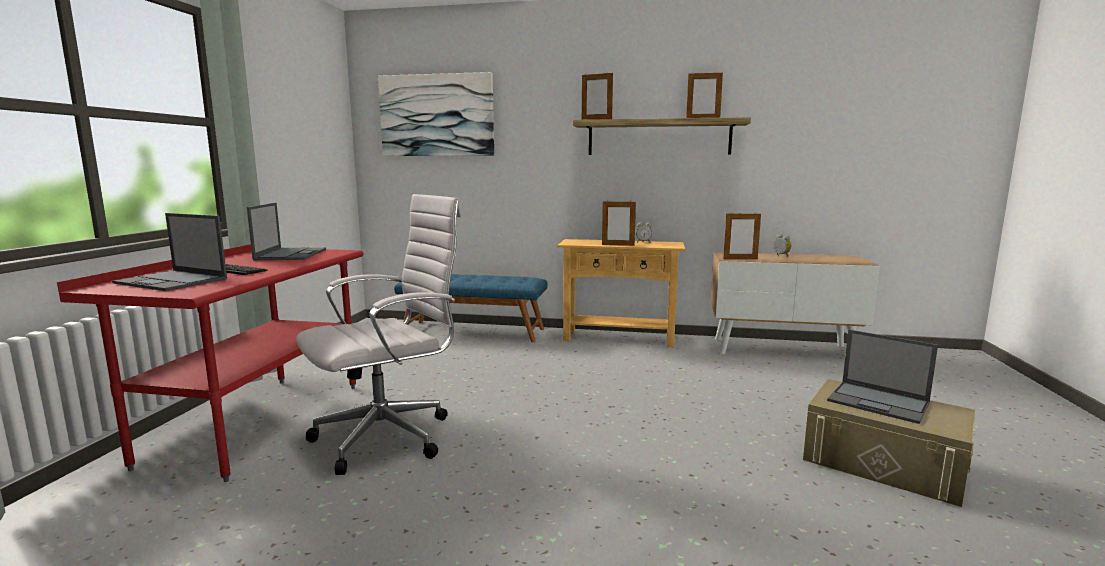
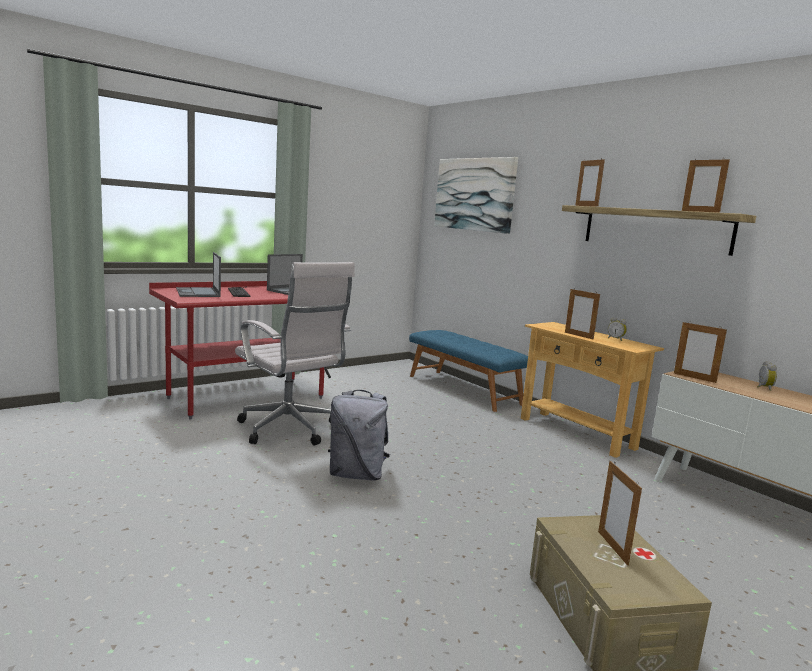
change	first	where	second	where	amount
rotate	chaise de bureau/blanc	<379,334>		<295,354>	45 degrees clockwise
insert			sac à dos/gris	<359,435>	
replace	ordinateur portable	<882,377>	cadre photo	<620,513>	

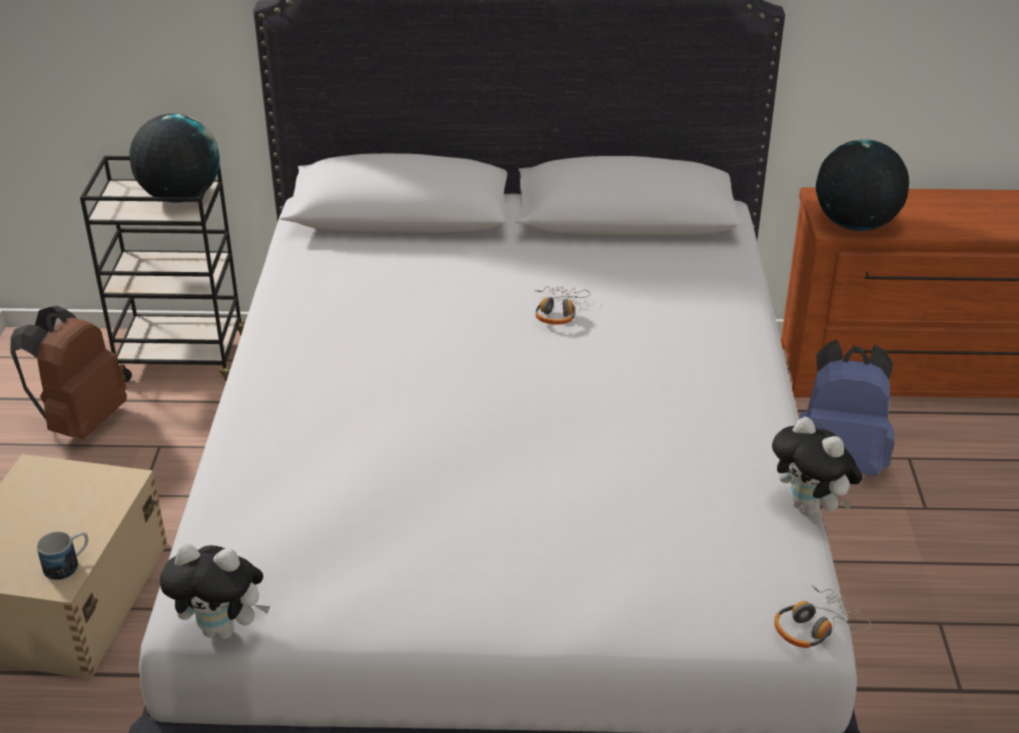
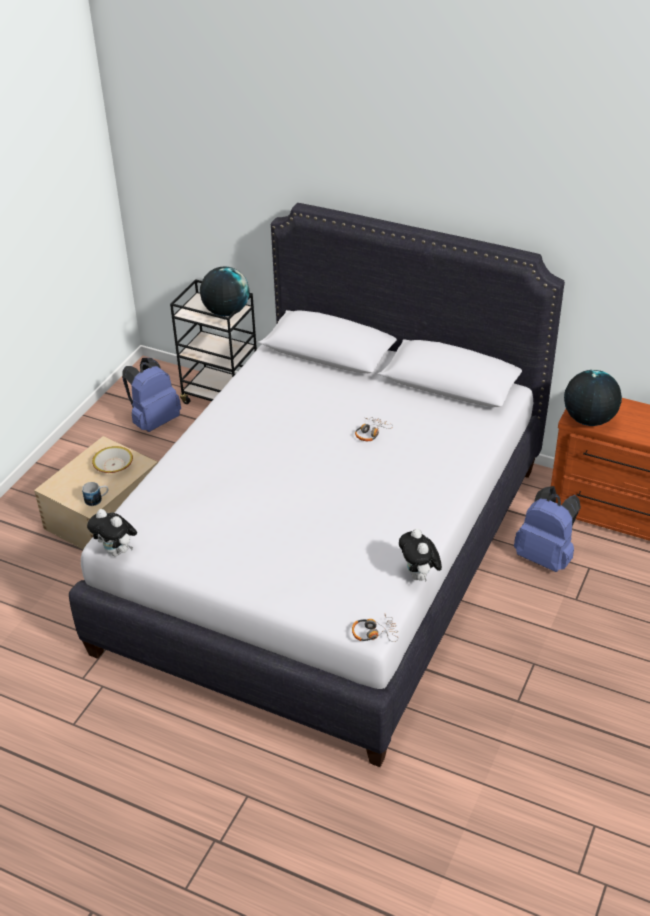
change	first	where	second	where	amount
insert			bol	<112,459>	
recolor	sac à dos/marron	<68,372>	sac à dos/bleu	<151,395>	

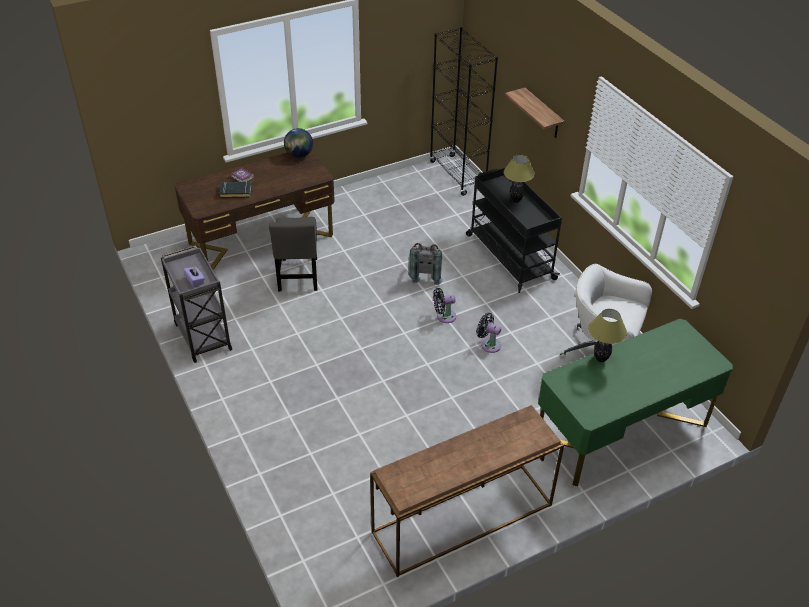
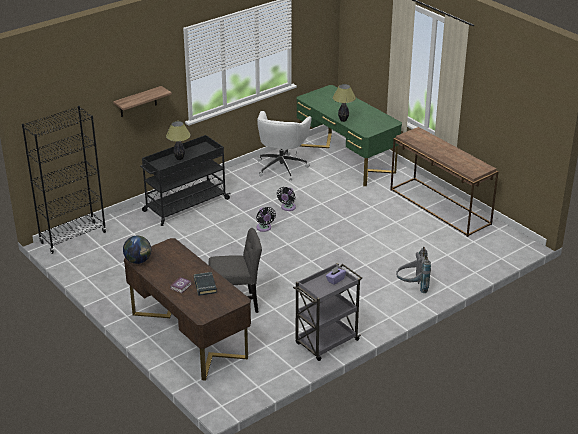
change	first	where	second	where	amount
move	sac à dos/gris	<426,264>		<413,270>	

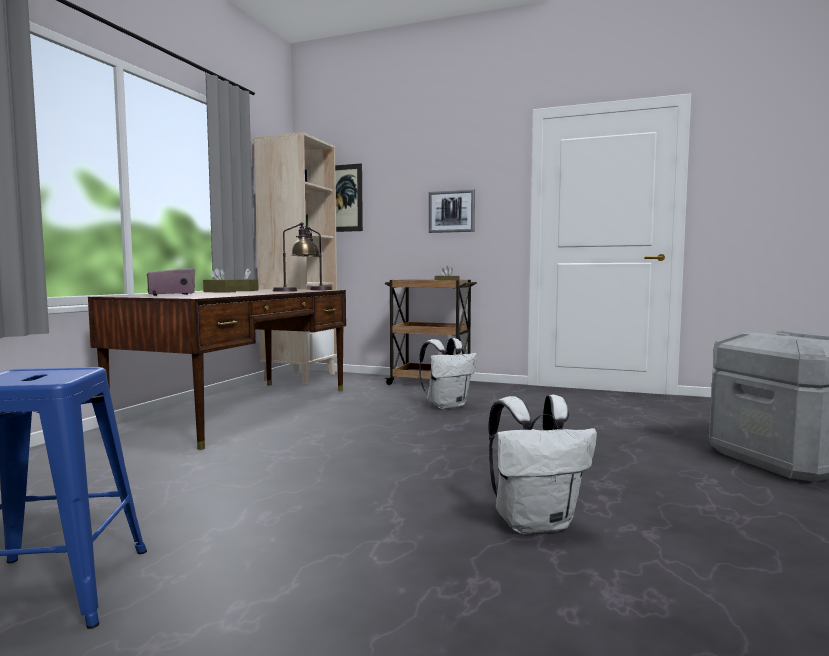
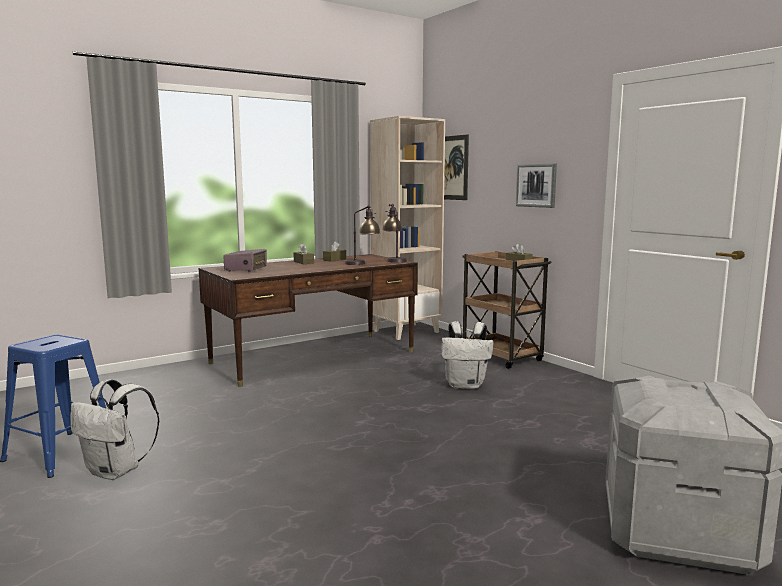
change	first	where	second	where	amount
move	sac à dos/blanc	<542,464>		<114,429>	

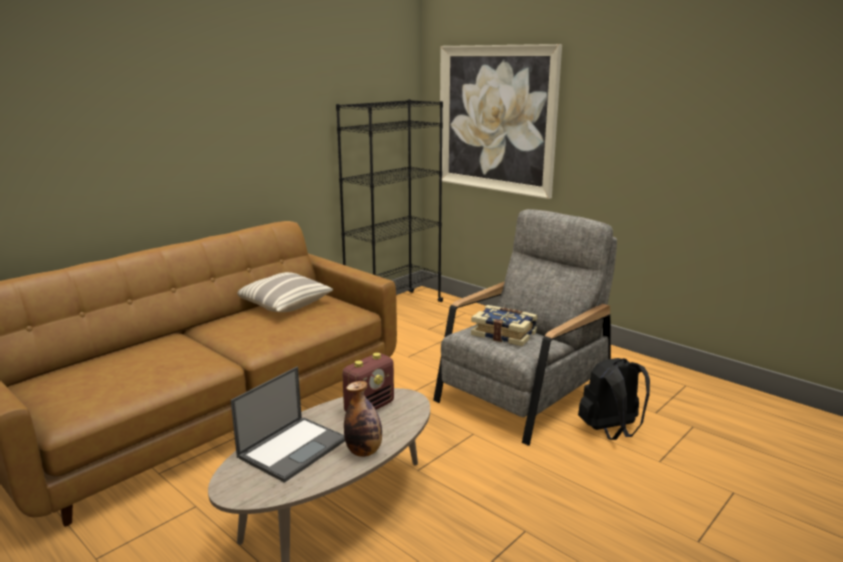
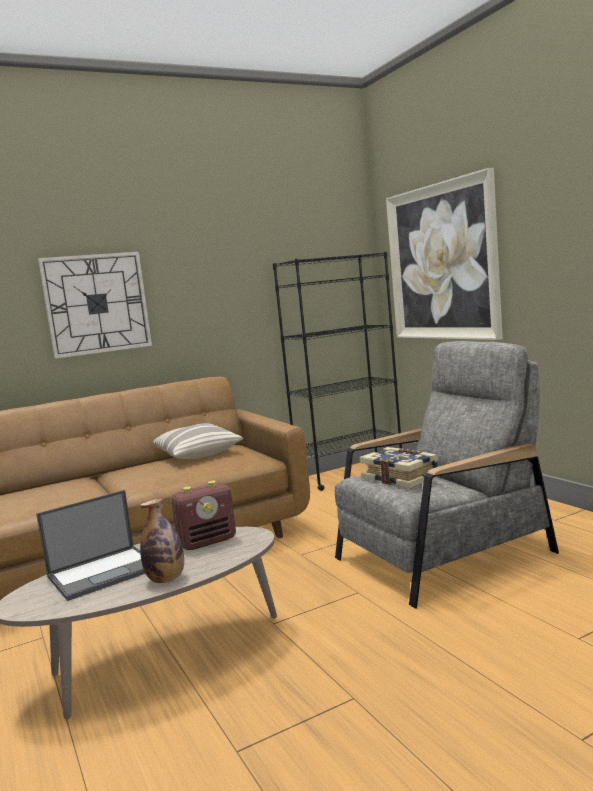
change	first	where	second	where	amount
insert			horloge murale	<95,305>	
delete	sac à dos/noir	<614,399>			

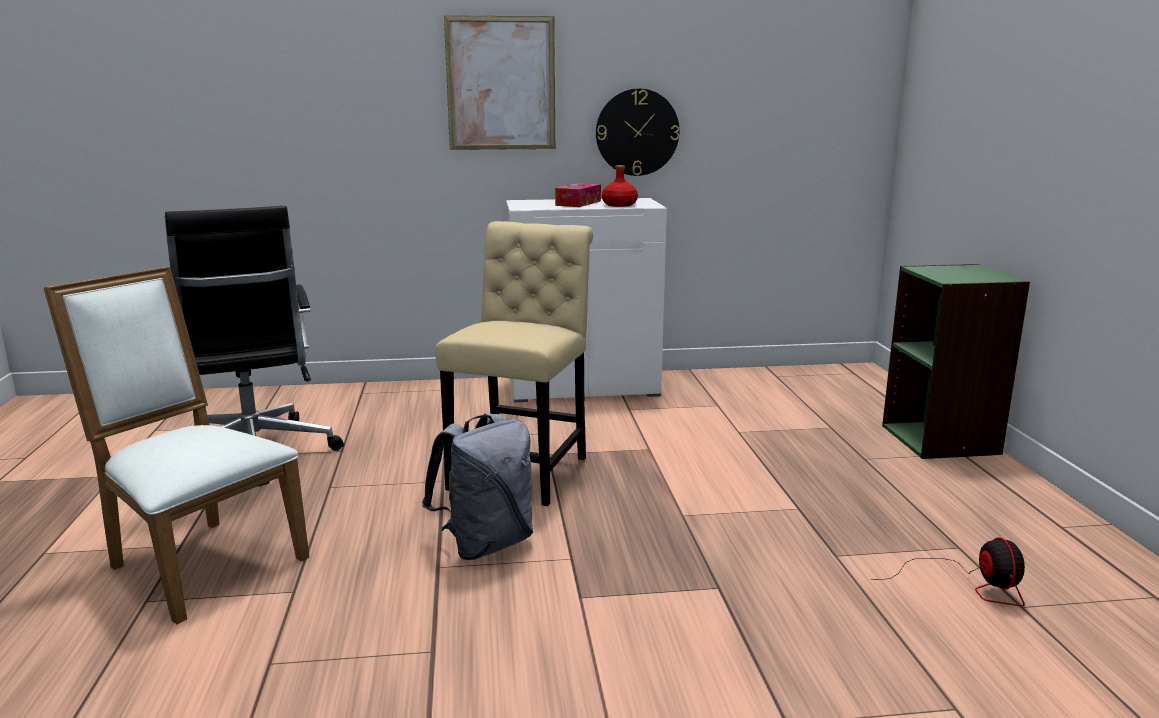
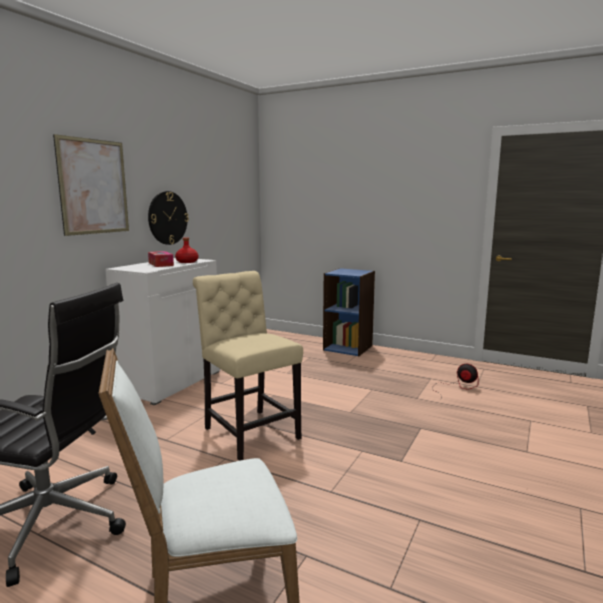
change	first	where	second	where	amount
recolor	bibliothèque/vert	<956,361>	bibliothèque/bleu	<349,312>	
delete	sac à dos/gris	<477,486>			

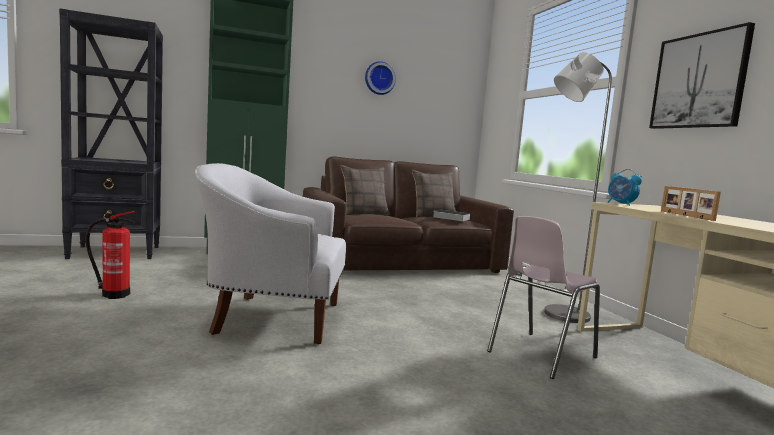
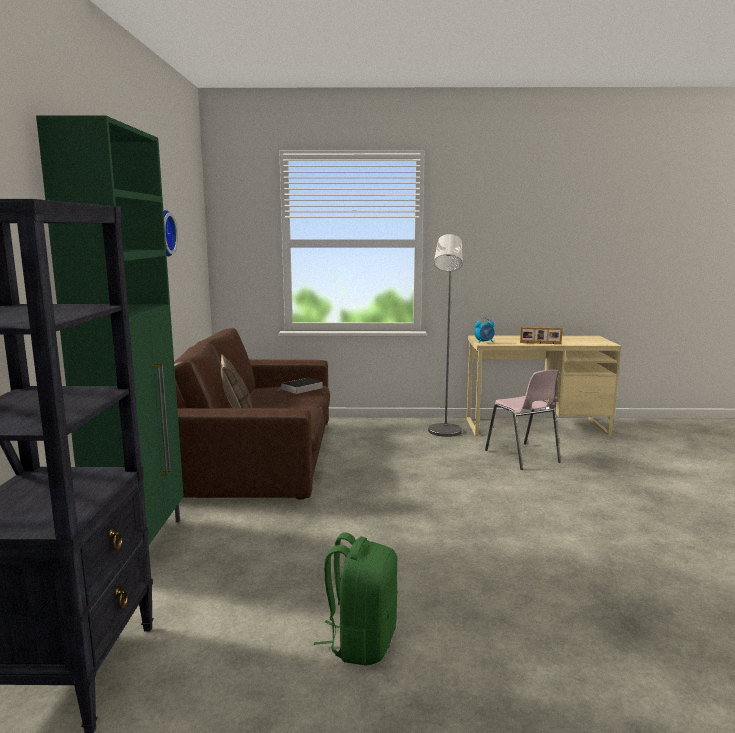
change	first	where	second	where	amount
replace	extincteur	<110,255>	sac à dos/vert	<356,599>	
delete	fauteuil/blanc	<270,253>			
delete	coussin	<434,193>			
delete	tableau	<702,75>			

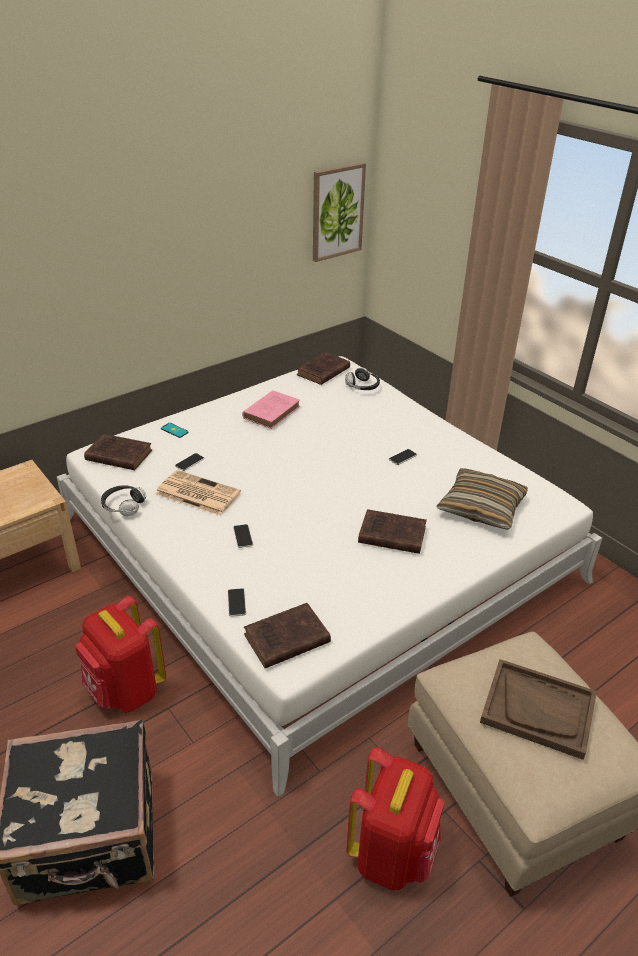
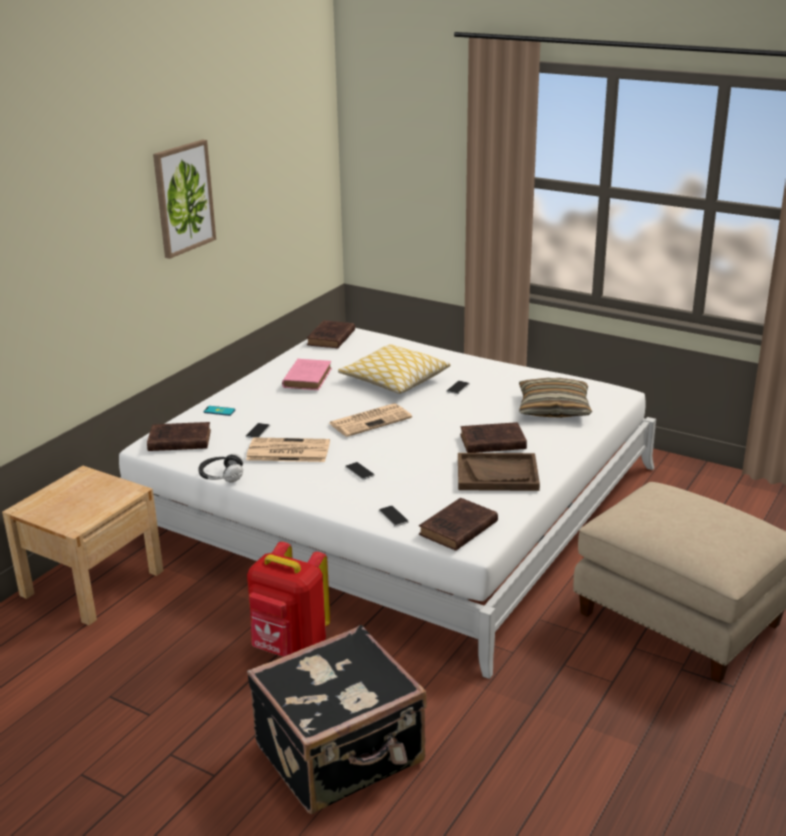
change	first	where	second	where	amount
move	tableau	<339,212>		<184,199>	
insert			journal	<370,420>	
insert			coussin	<394,369>	
move	plateau/marron	<538,709>		<499,472>	
delete	casque audio	<362,379>			
delete	sac à dos/rouge	<395,818>			

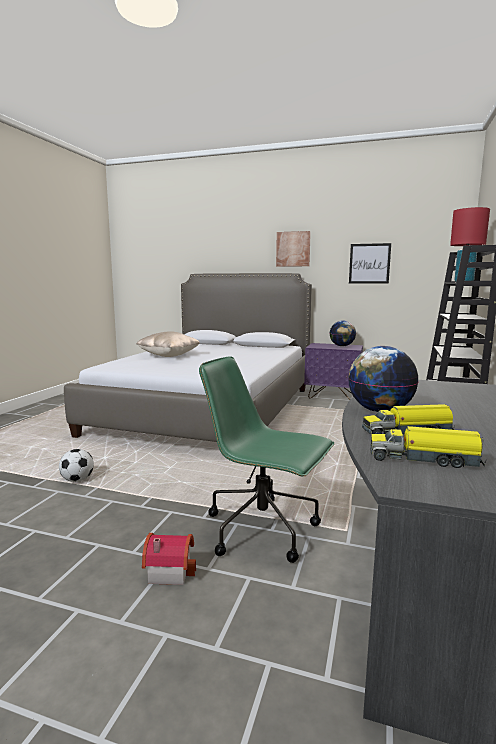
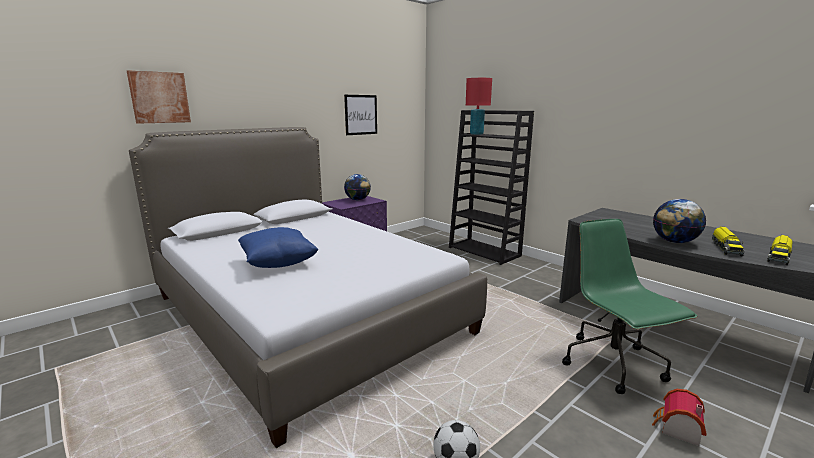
change	first	where	second	where	amount
move	tableau	<293,249>		<159,97>	
recolor	coussin/beige	<168,344>	coussin/bleu	<278,247>	
rotate	chaise de bureau/vert	<266,459>		<629,306>	105 degrees clockwise

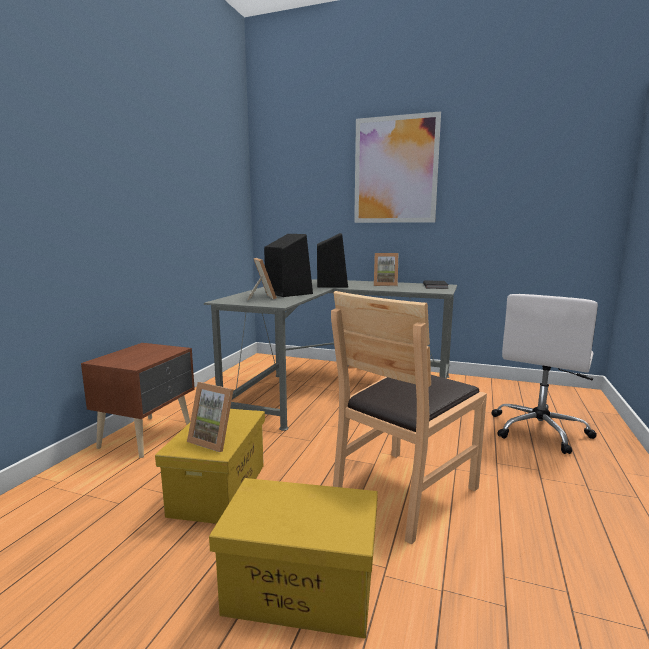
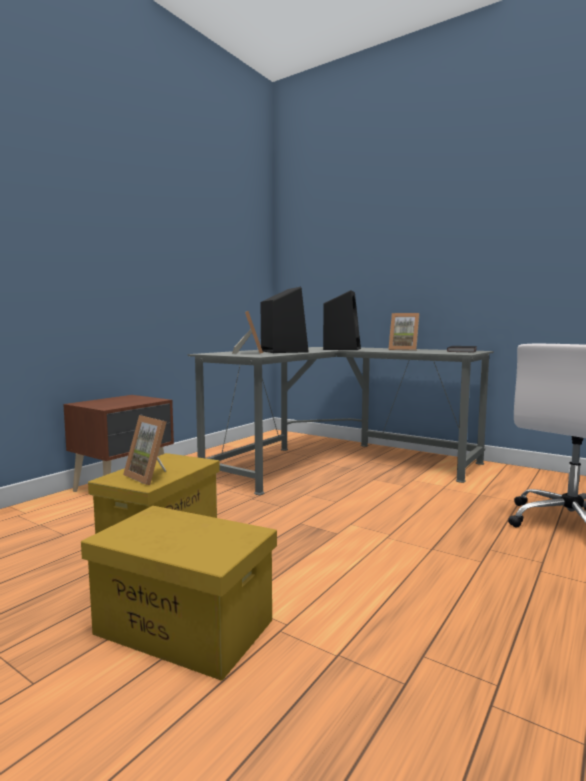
change	first	where	second	where	amount
delete	chaise/marron	<409,418>			
delete	tableau	<397,167>			

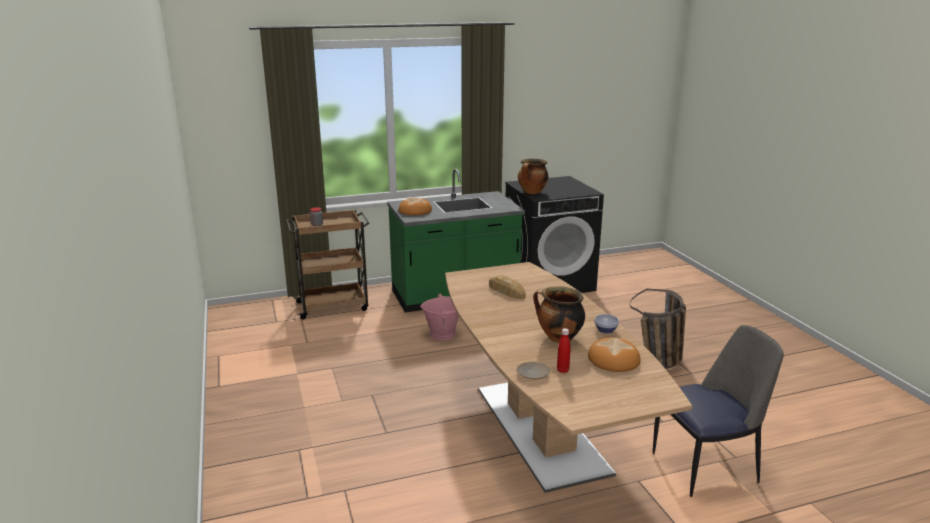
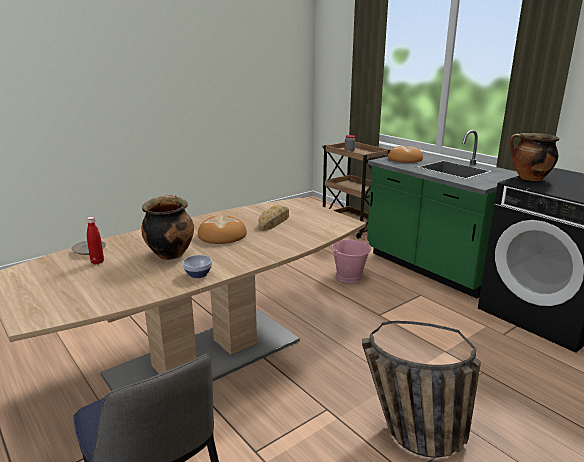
change	first	where	second	where	amount
move	pain	<614,354>		<222,230>	

